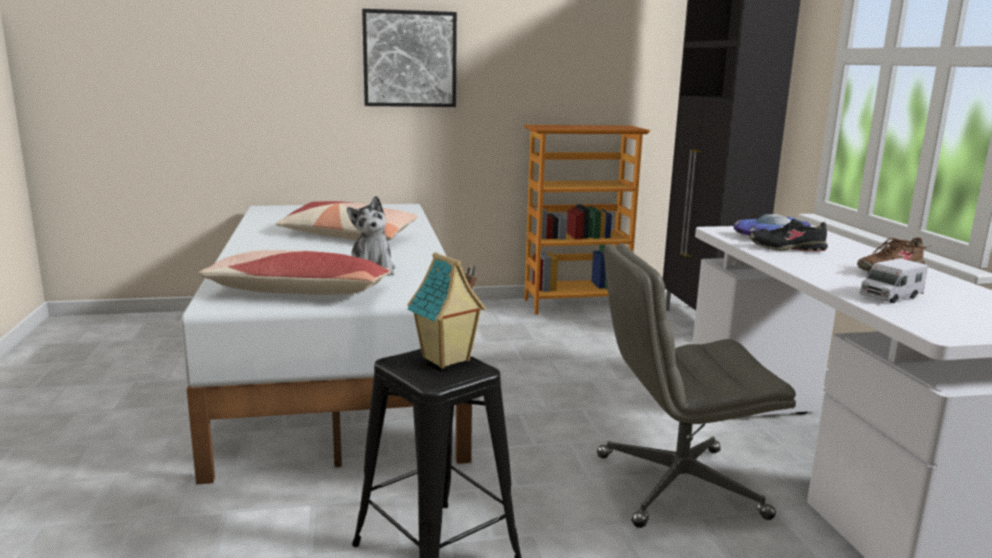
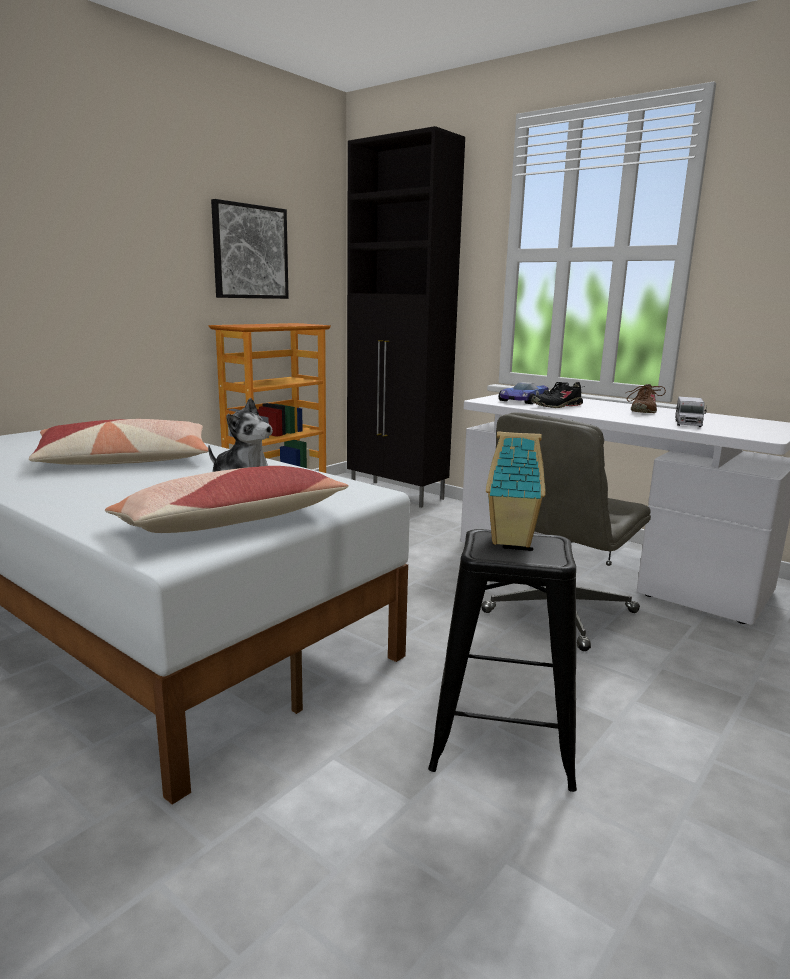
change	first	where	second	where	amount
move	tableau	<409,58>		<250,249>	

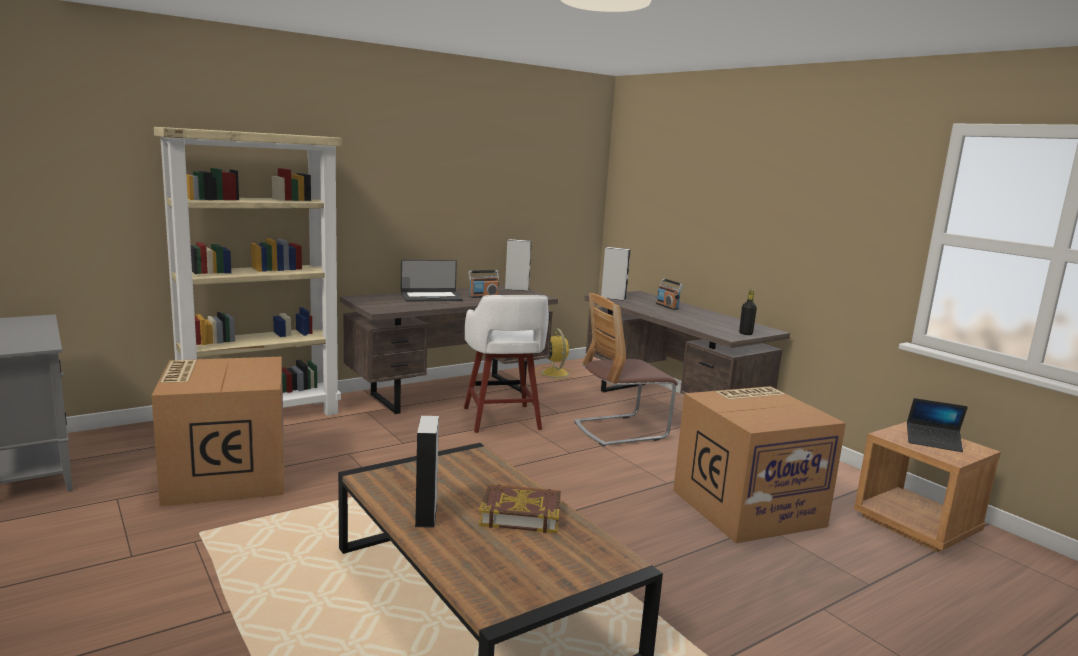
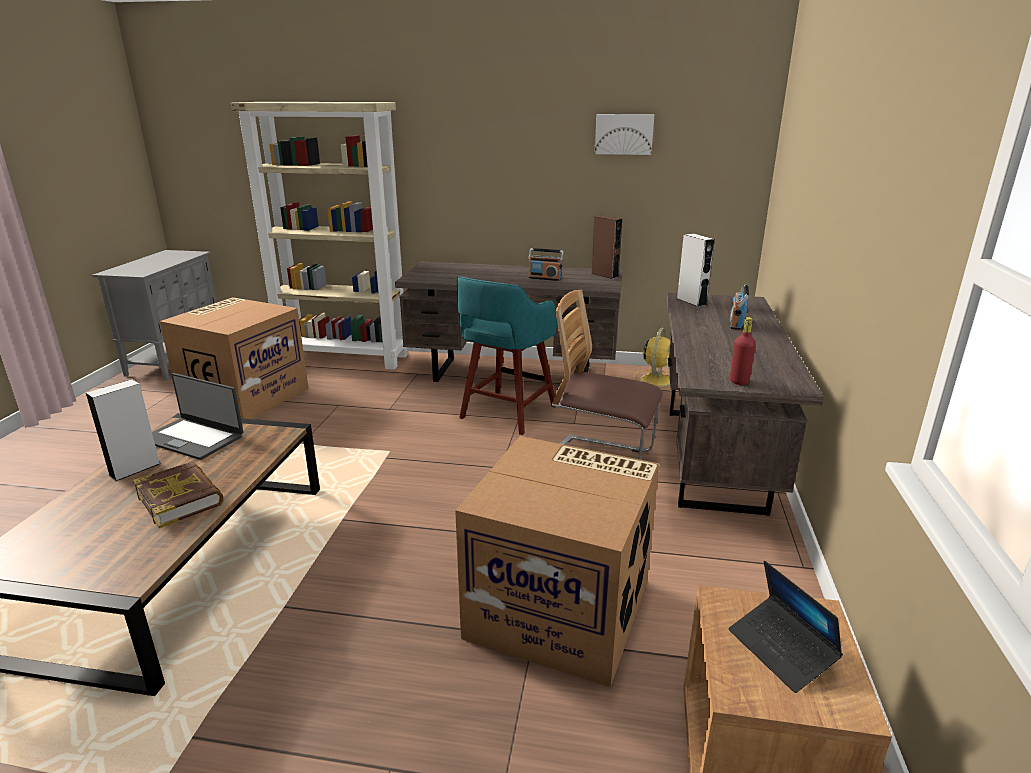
change	first	where	second	where	amount
move	ordinateur portable	<432,280>		<197,416>	
recolor	tabouret/blanc	<506,364>	tabouret/turquoise	<507,355>	
recolor	enceinte/gris	<518,265>	enceinte/marron	<607,247>	
insert			tableau	<624,134>	
recolor	bouteille/noir	<748,312>	bouteille/rouge	<743,351>	

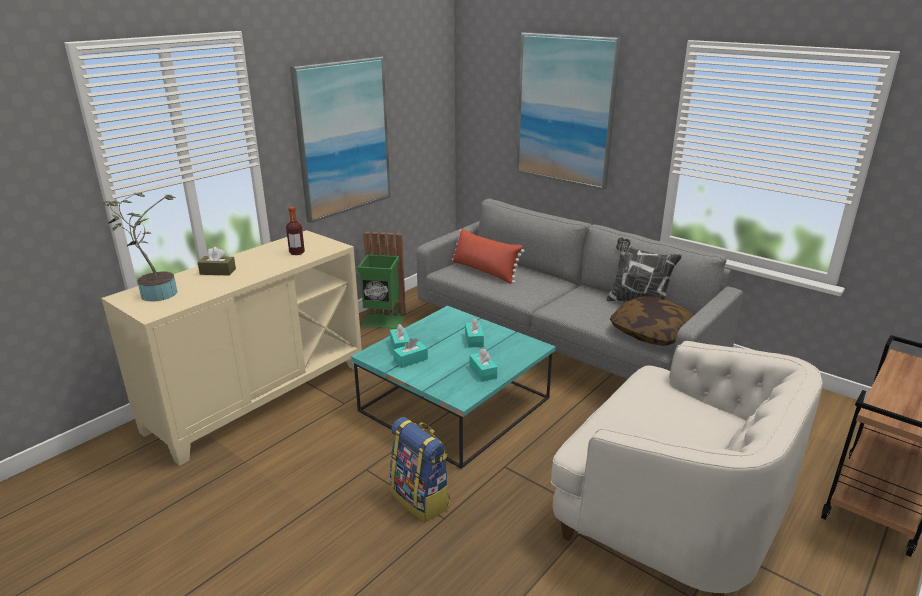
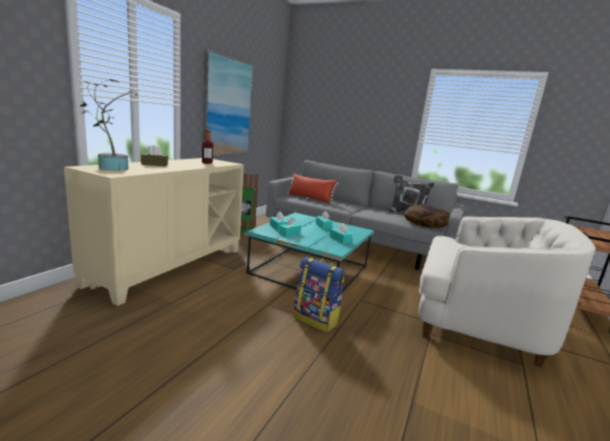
change	first	where	second	where	amount
delete	tableau	<568,111>			

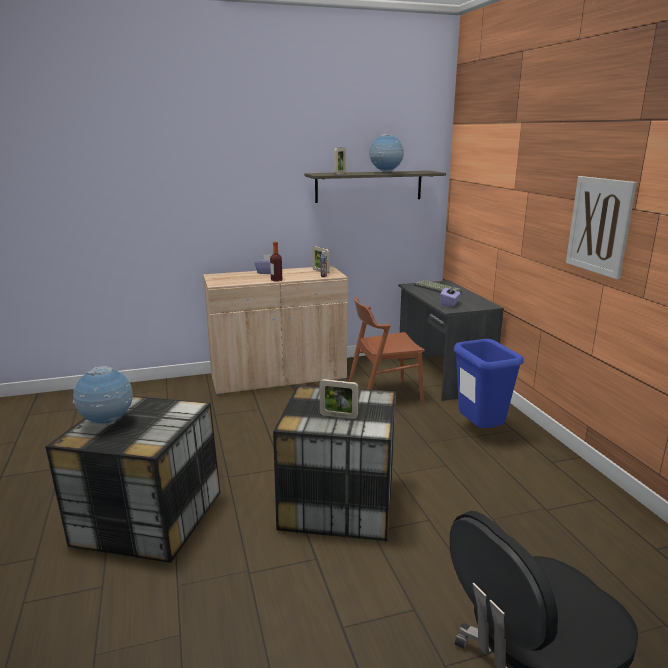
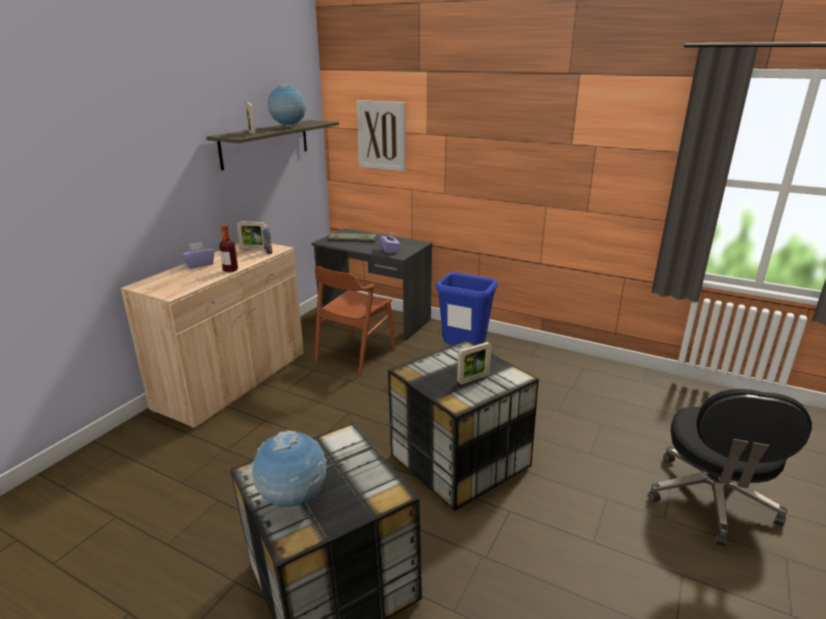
change	first	where	second	where	amount
move	tableau	<601,227>		<381,136>	

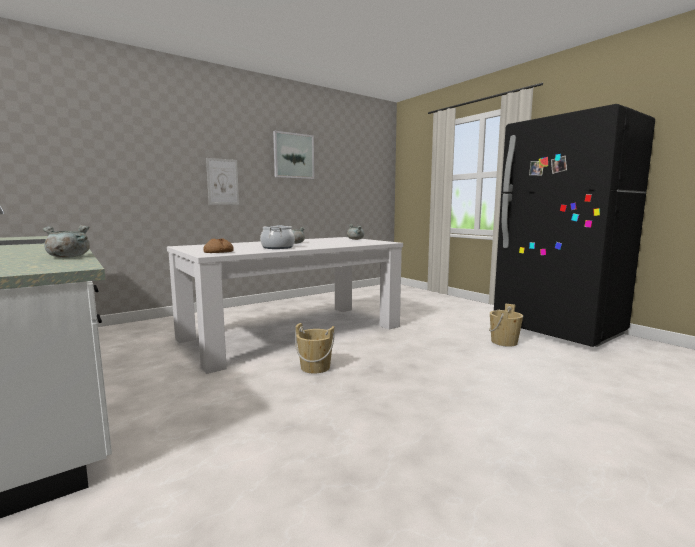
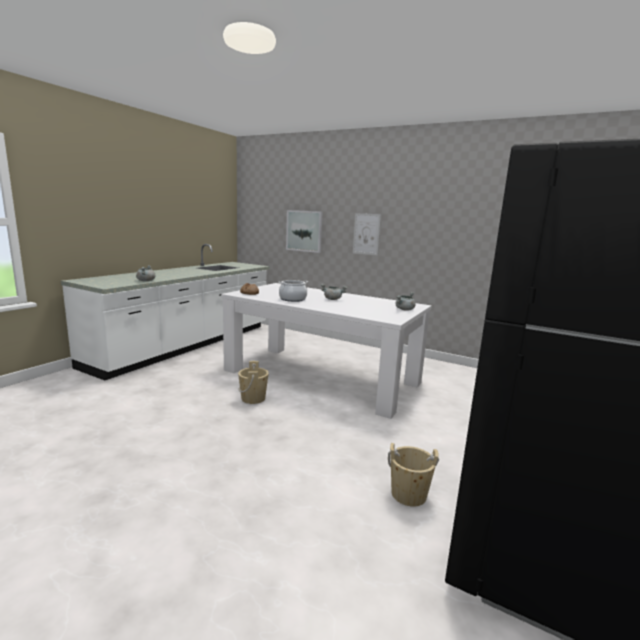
change	first	where	second	where	amount
move	tableau	<293,155>		<304,231>	

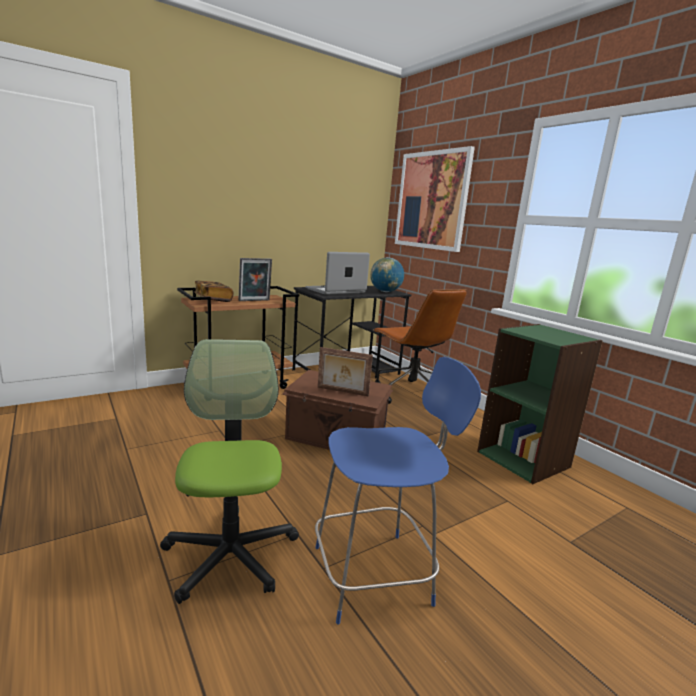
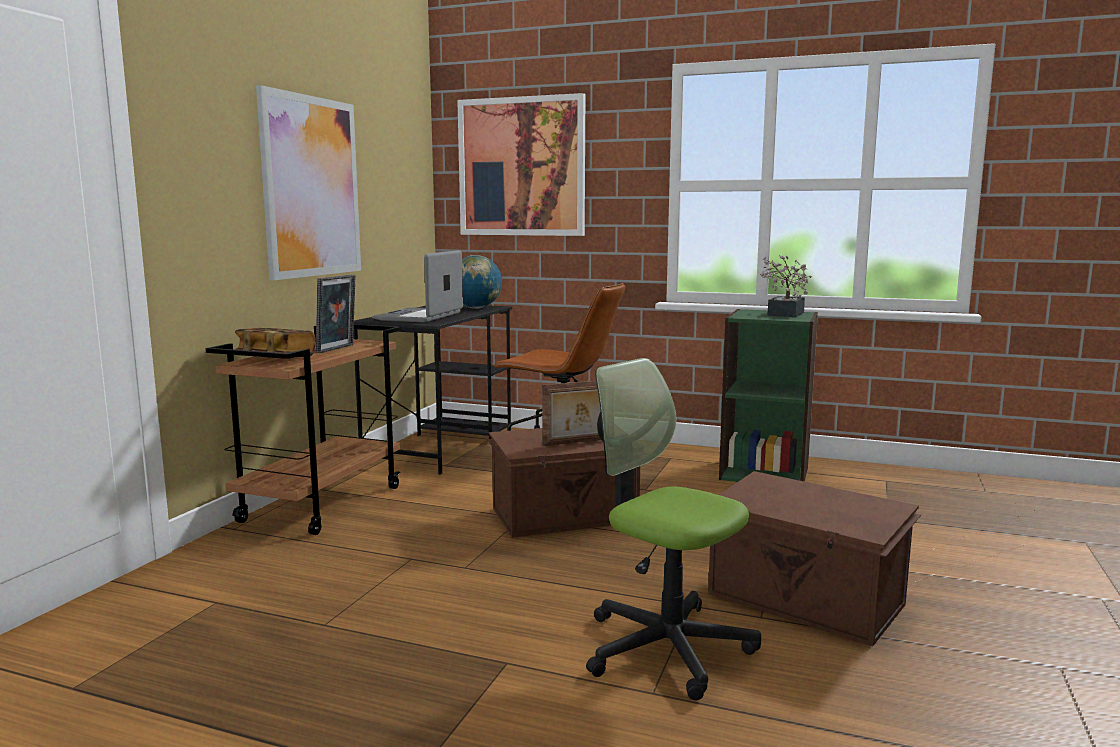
change	first	where	second	where	amount
insert			tableau	<308,182>	
replace	chaise/bleu	<398,490>	boîte de rangement/marron	<814,559>	
insert			plante en pot	<786,286>	

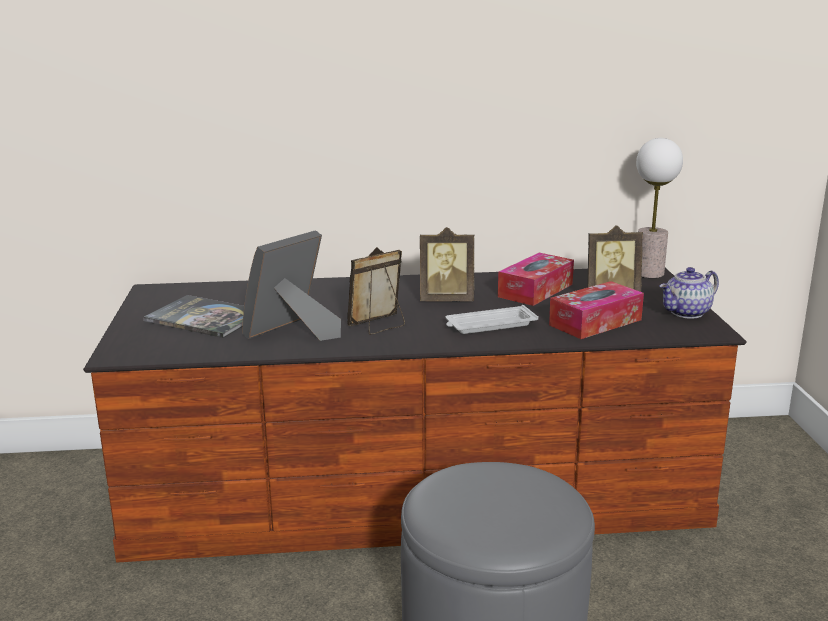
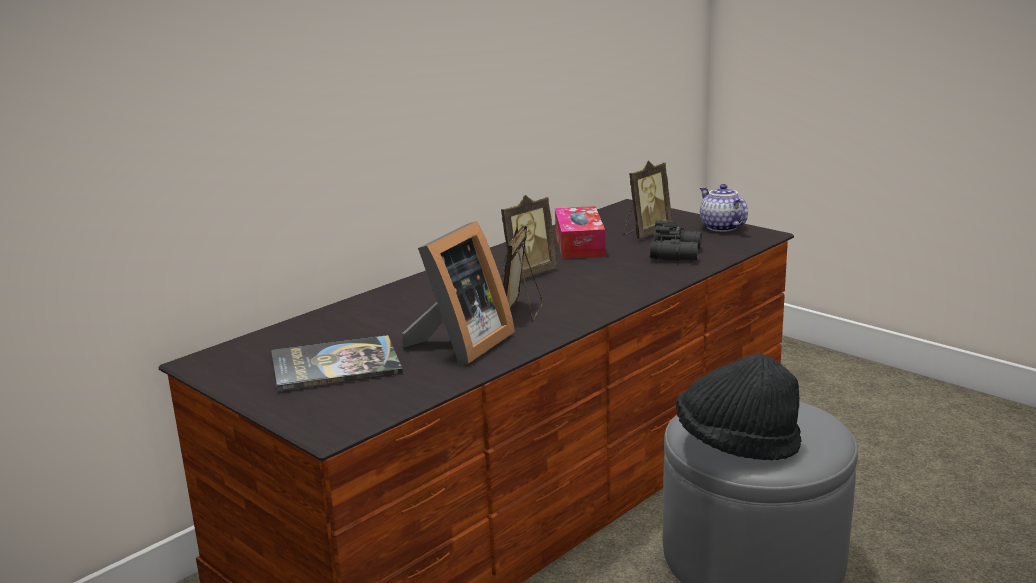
change	first	where	second	where	amount
rotate	cadre photo	<291,285>		<458,293>	150 degrees counterclockwise
replace	boîte à mouchoirs	<596,310>	jumelles/noir	<676,240>	
insert			chapeau/noir	<739,407>	
rotate	théière	<689,293>		<724,208>	135 degrees clockwise
delete	plateau/blanc	<492,319>			
delete	lampe de table	<659,208>			

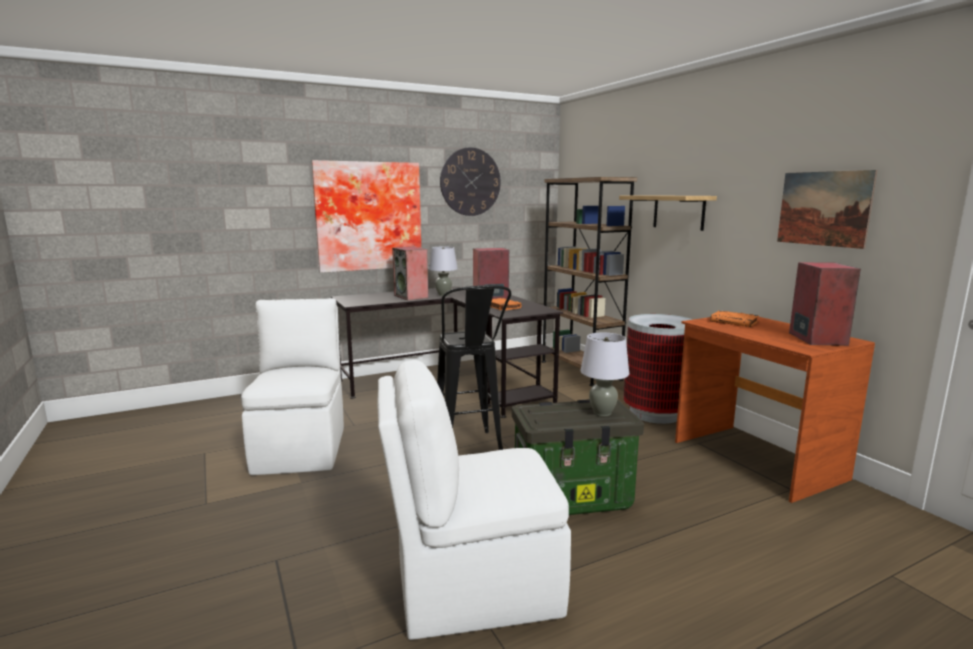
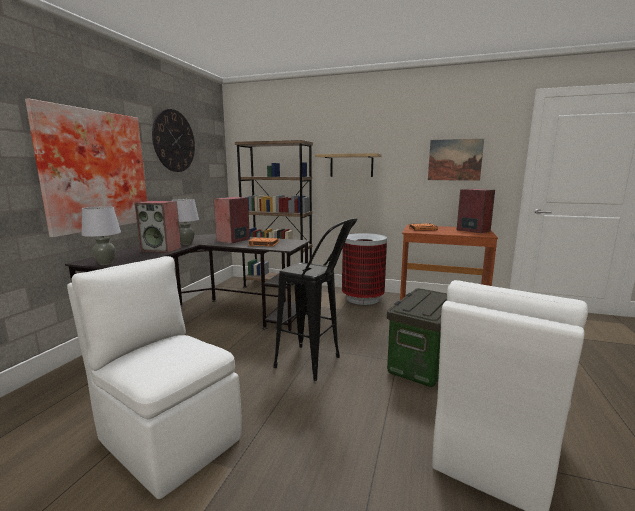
change	first	where	second	where	amount
move	lampe de table/gris	<604,374>		<101,235>	

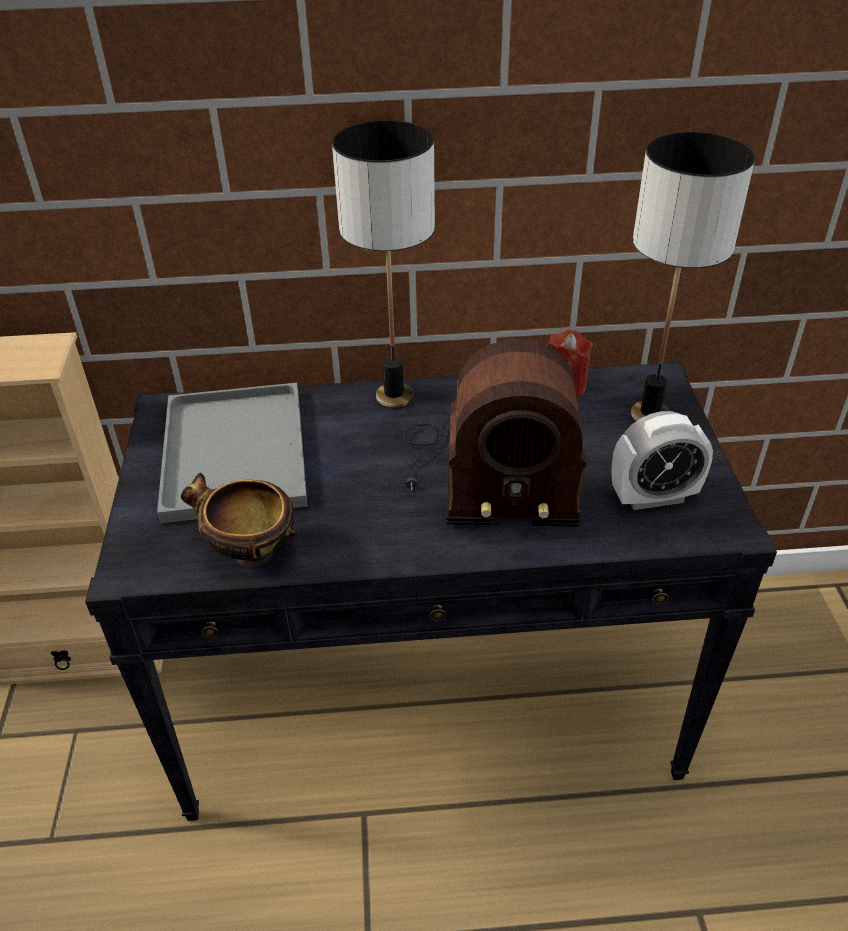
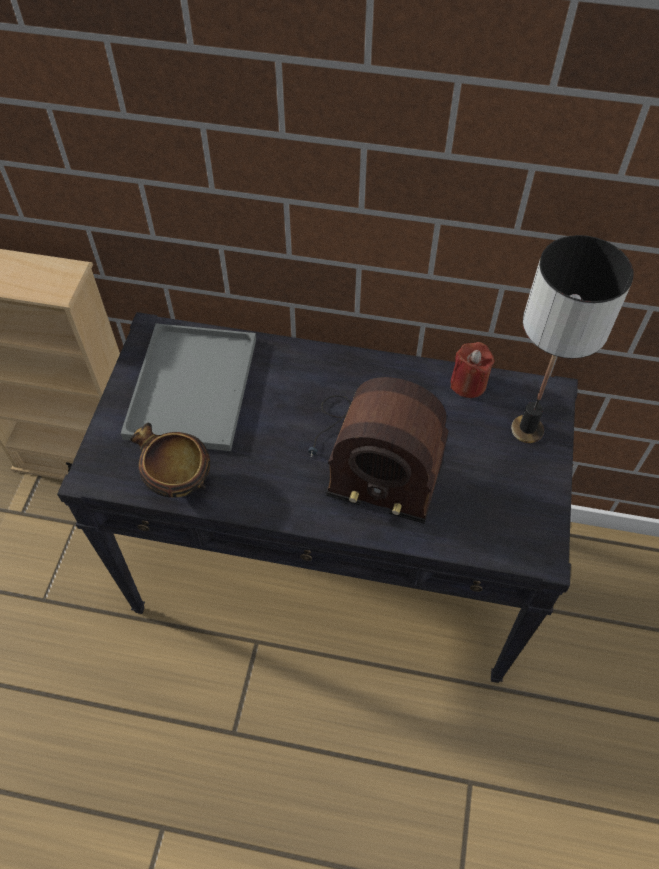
change	first	where	second	where	amount
delete	lampe de table	<383,264>			
delete	réveil	<662,460>			

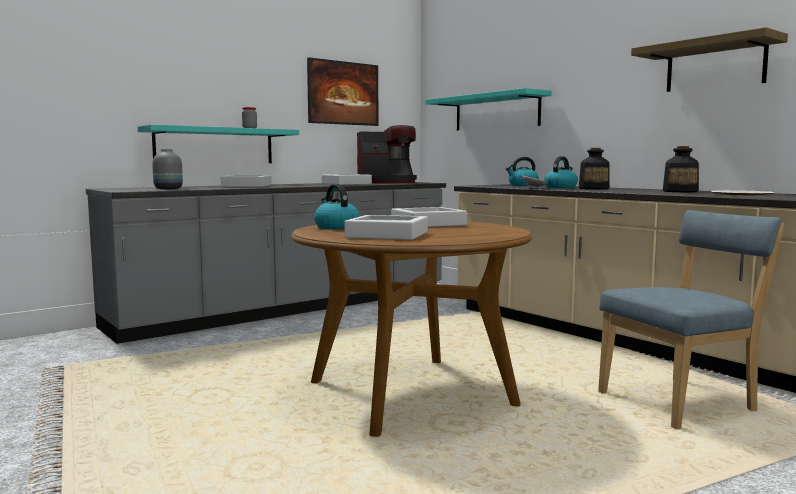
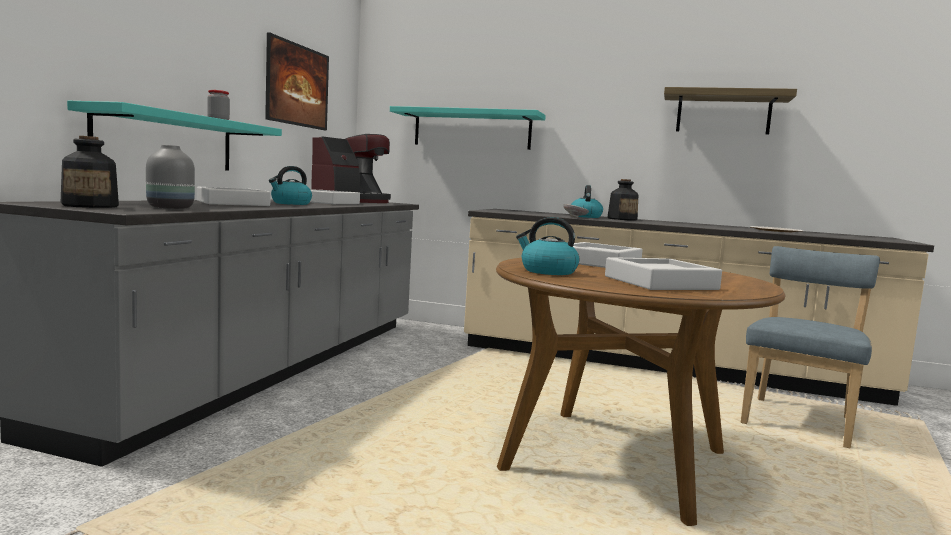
change	first	where	second	where	amount
move	bouteille	<681,169>		<89,172>	
move	bouilloire	<522,171>		<290,185>	

